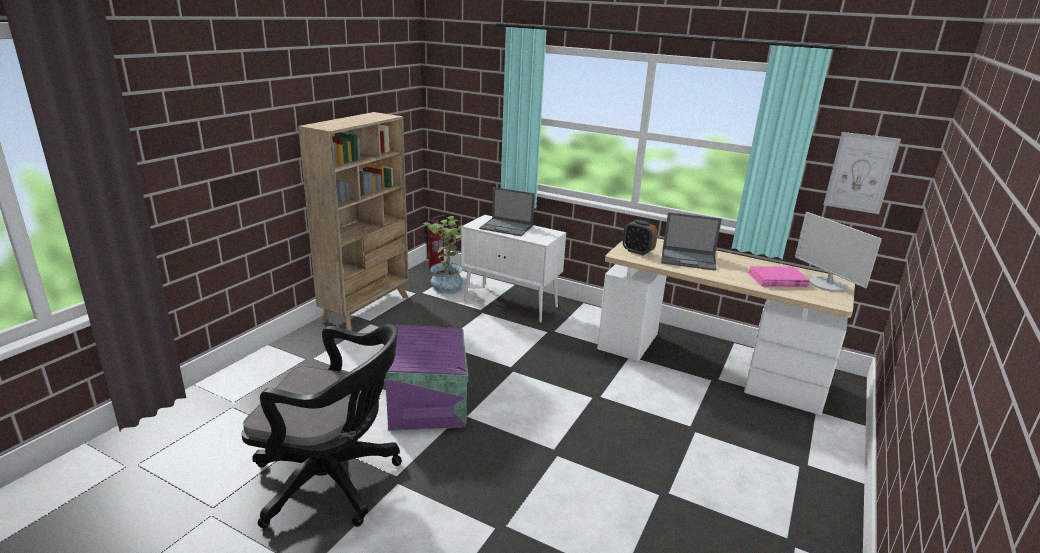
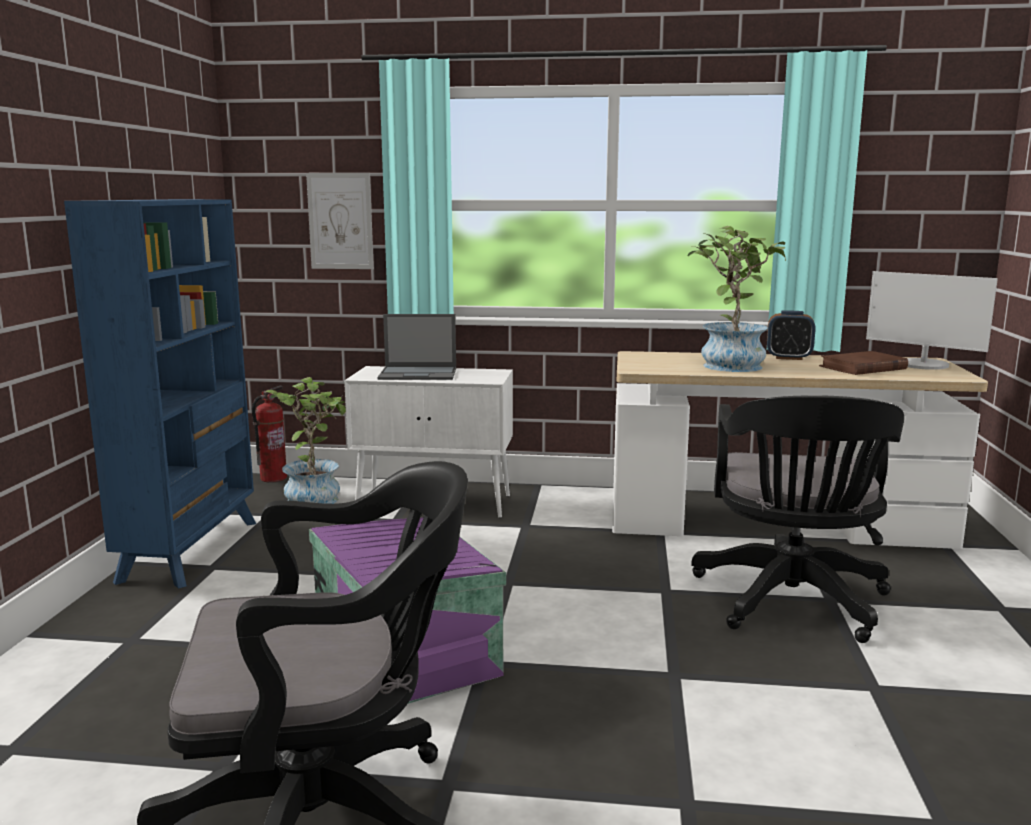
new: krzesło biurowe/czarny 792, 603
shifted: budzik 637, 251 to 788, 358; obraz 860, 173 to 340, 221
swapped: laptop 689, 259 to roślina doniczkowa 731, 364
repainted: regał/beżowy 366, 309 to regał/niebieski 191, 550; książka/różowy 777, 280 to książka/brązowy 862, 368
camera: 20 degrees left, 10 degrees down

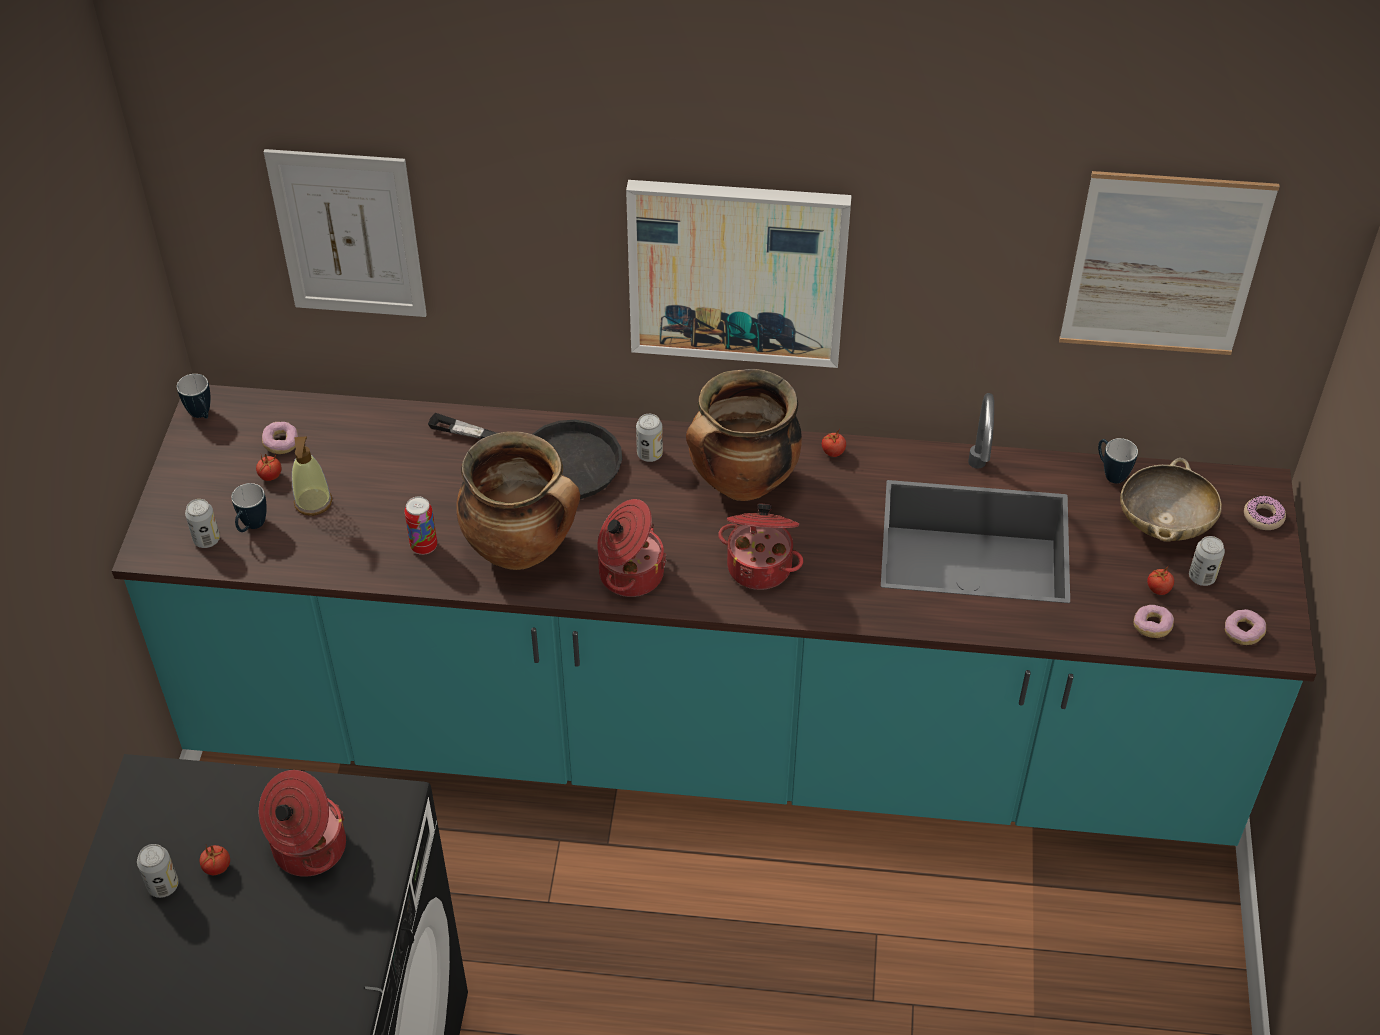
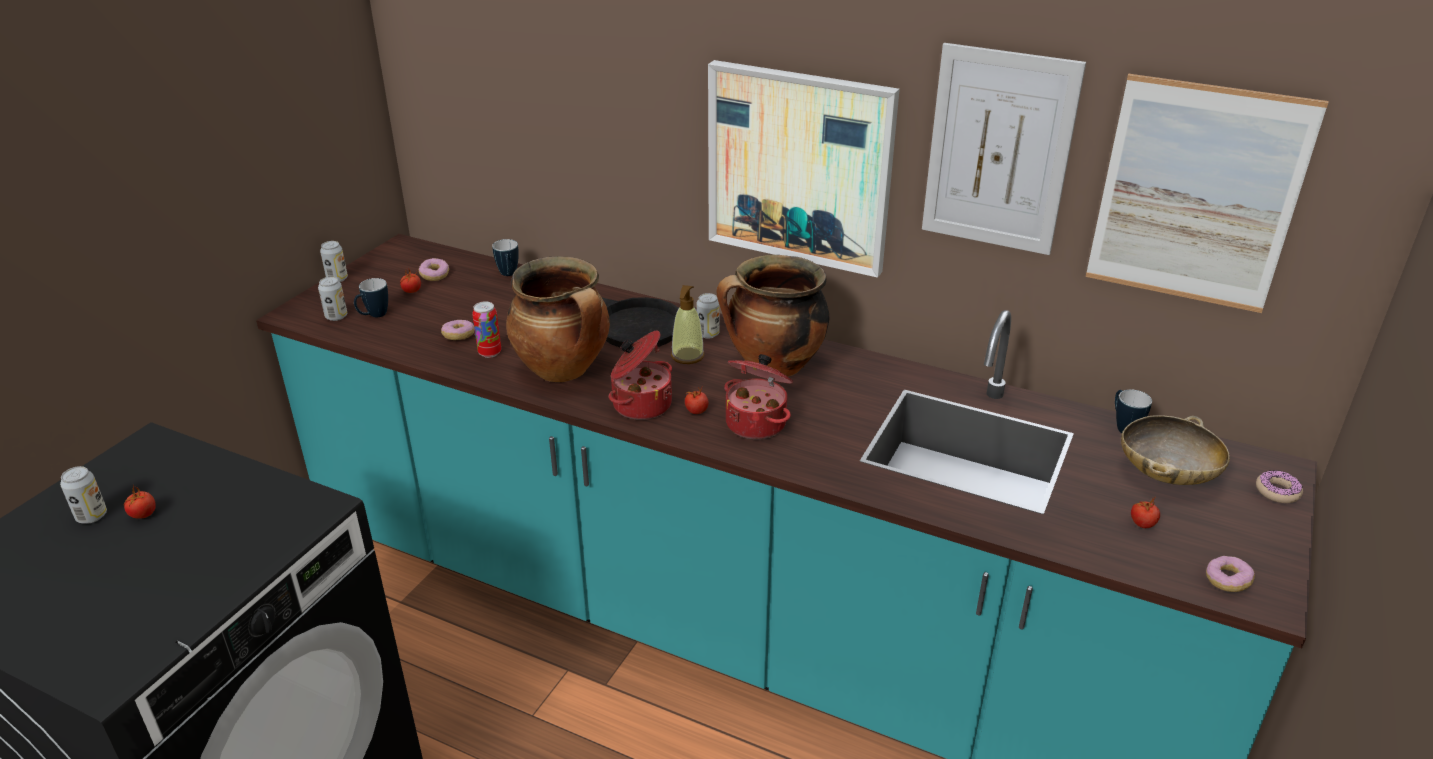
gone: garnek 307, 848
shifted: kubek 202, 415 to 508, 275; obraz 348, 234 to 998, 150; dozownik mydła 313, 502 to 687, 356; pomidor 833, 452 to 696, 411; donut 1152, 627 to 459, 336; puszka 1201, 577 to 337, 279
camera: 20 degrees right, 15 degrees down

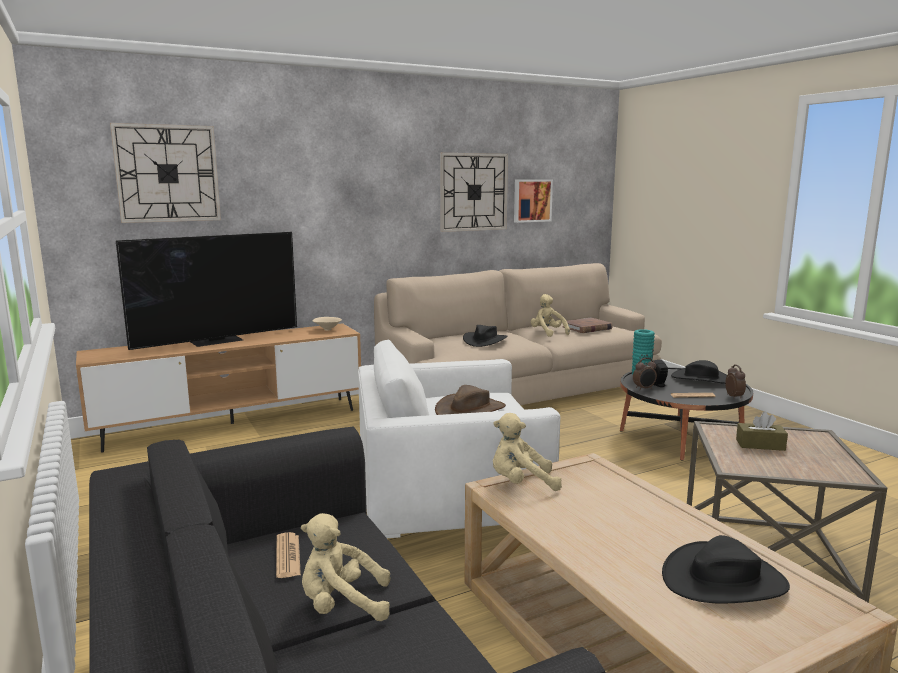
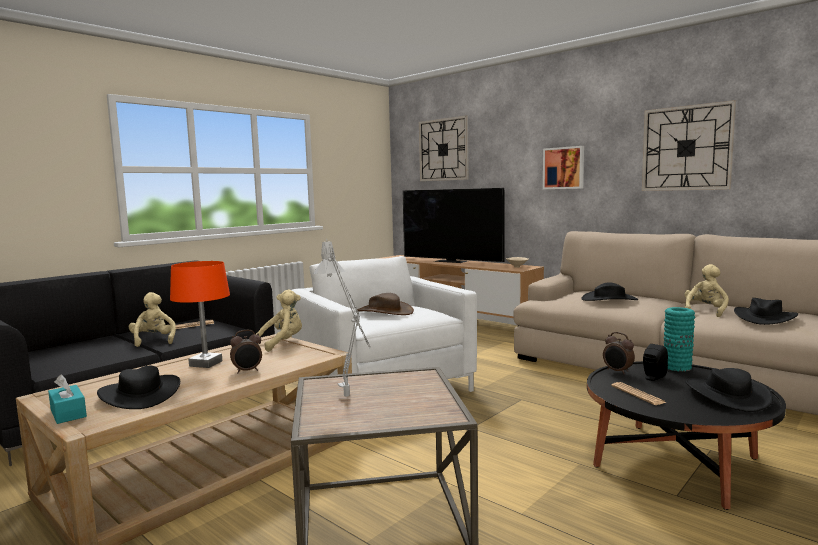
gone: pudełko chusteczek/brązowy 760, 445
new: pudełko chusteczek/turkusowy 68, 413; lampa stołowa/pomarańczowy 205, 363; lampa stołowa/szary 350, 401
shifted: obraz 532, 200 to 564, 168; budzik 734, 397 to 247, 371
swapped: książka/brązowy 587, 328 to kapelusz/czarny 764, 318
rotated: pluszak/beżowy 521, 483 = 282, 343 75 degrees clockwise
camera: 70 degrees right, 5 degrees down

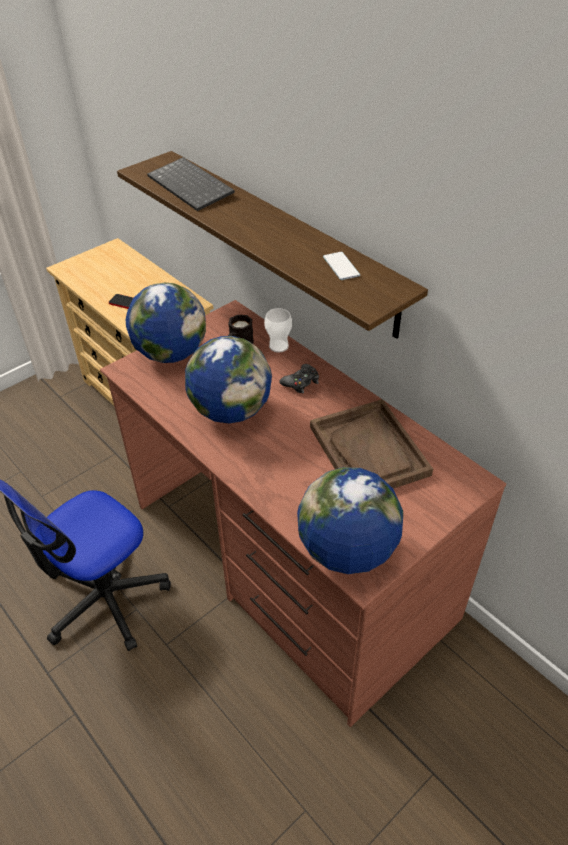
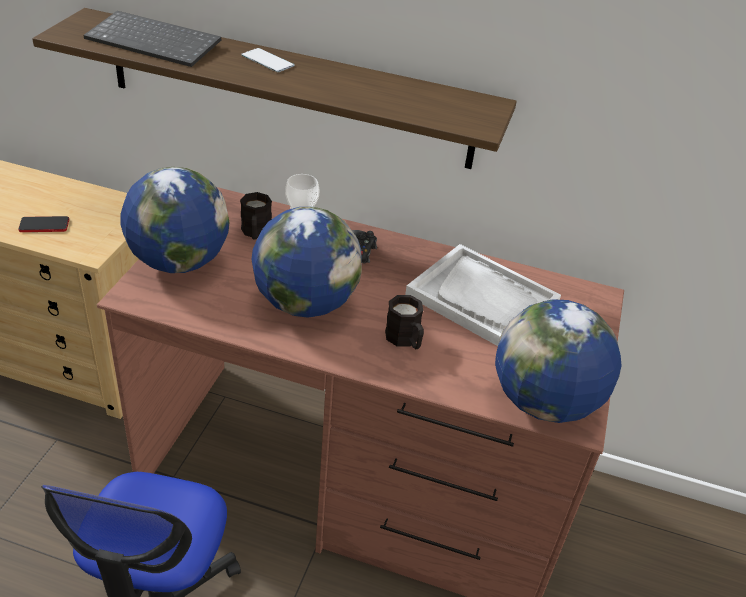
new: kubek/czarny 405, 340
shifted: telefon 341, 266 to 267, 61
repainted: taca/brązowy 369, 451 to taca/biały 482, 299
camera: 35 degrees left, 5 degrees down

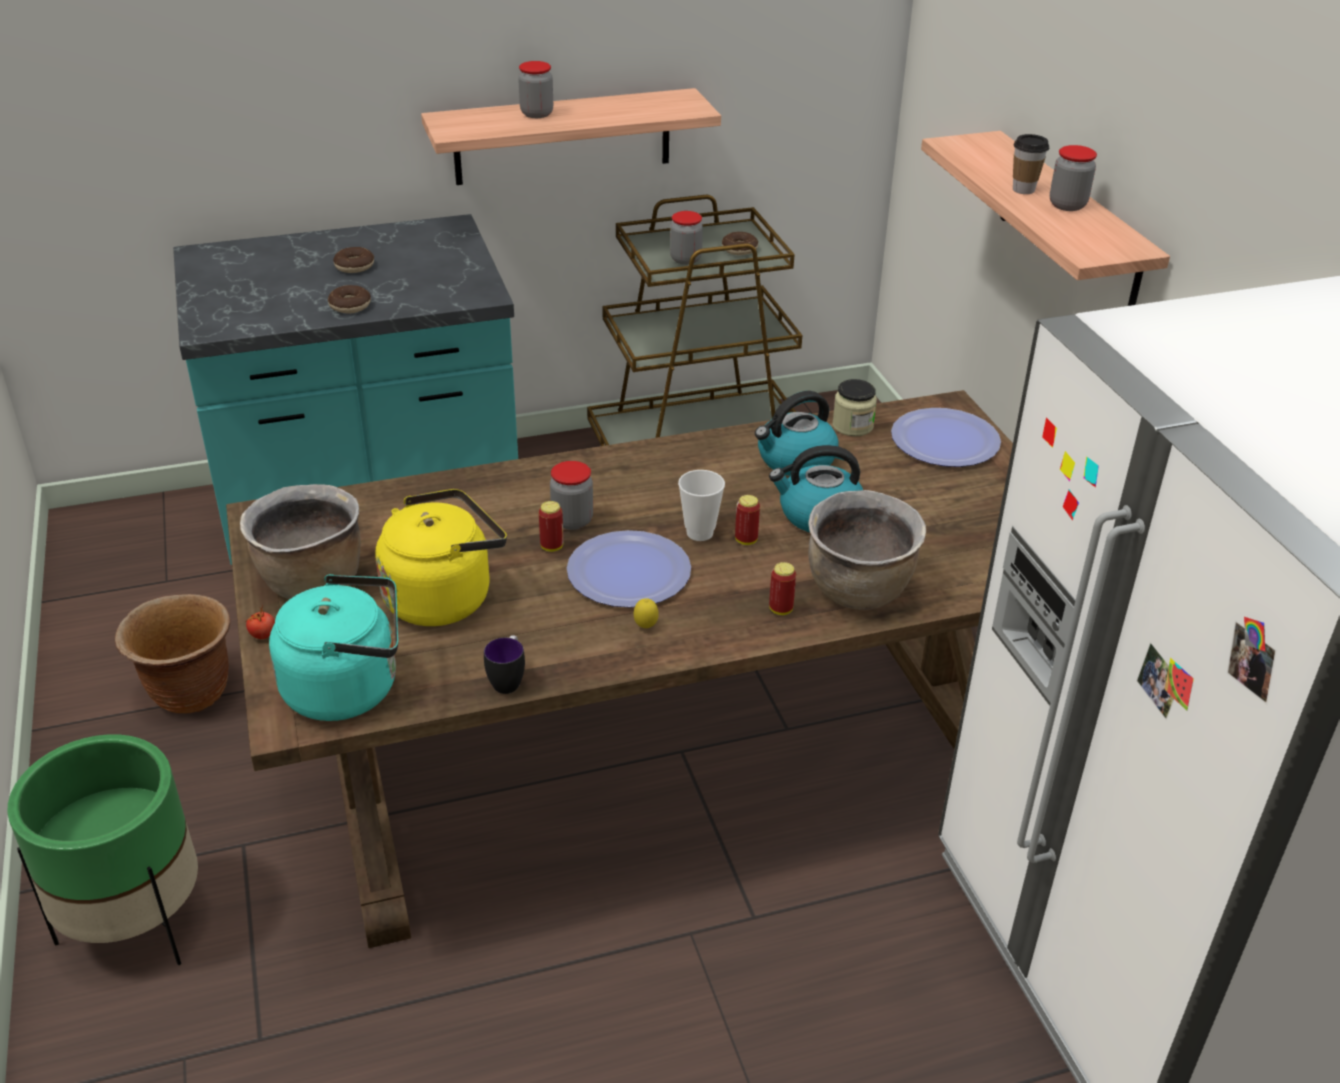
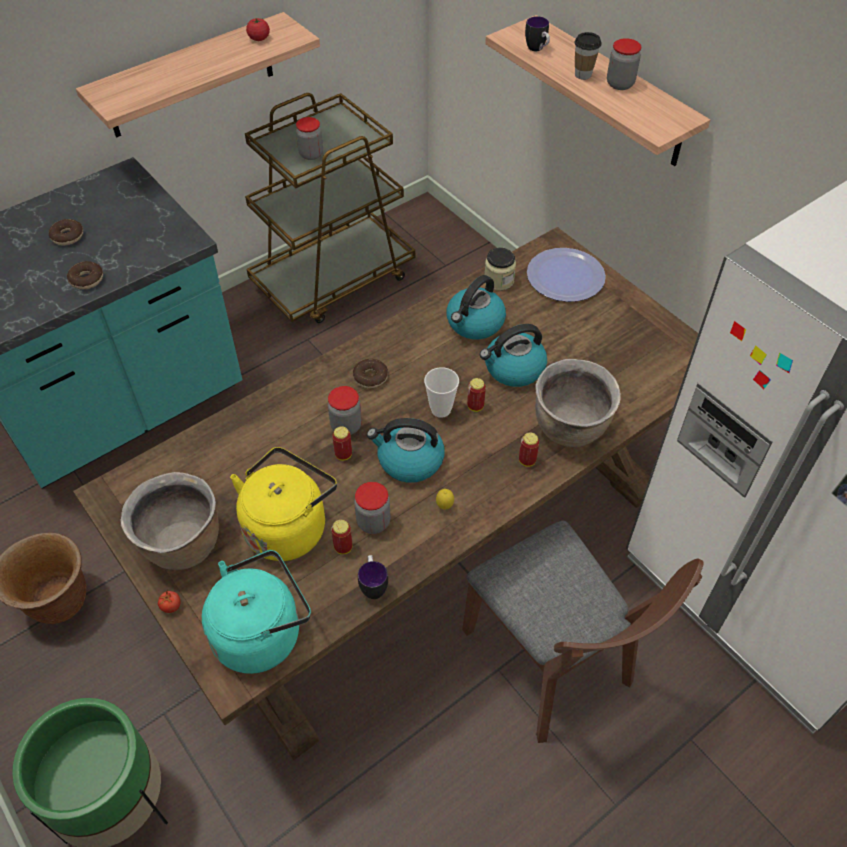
new: pomidor 259, 38; puszka 343, 547; krzesło/brązowy 553, 667; kubek 537, 50
shifted: słoik 537, 114 to 373, 522; donut 739, 249 to 370, 377
swapped: talerz 629, 572 to czajnik 409, 460
camera: 20 degrees left, 15 degrees up

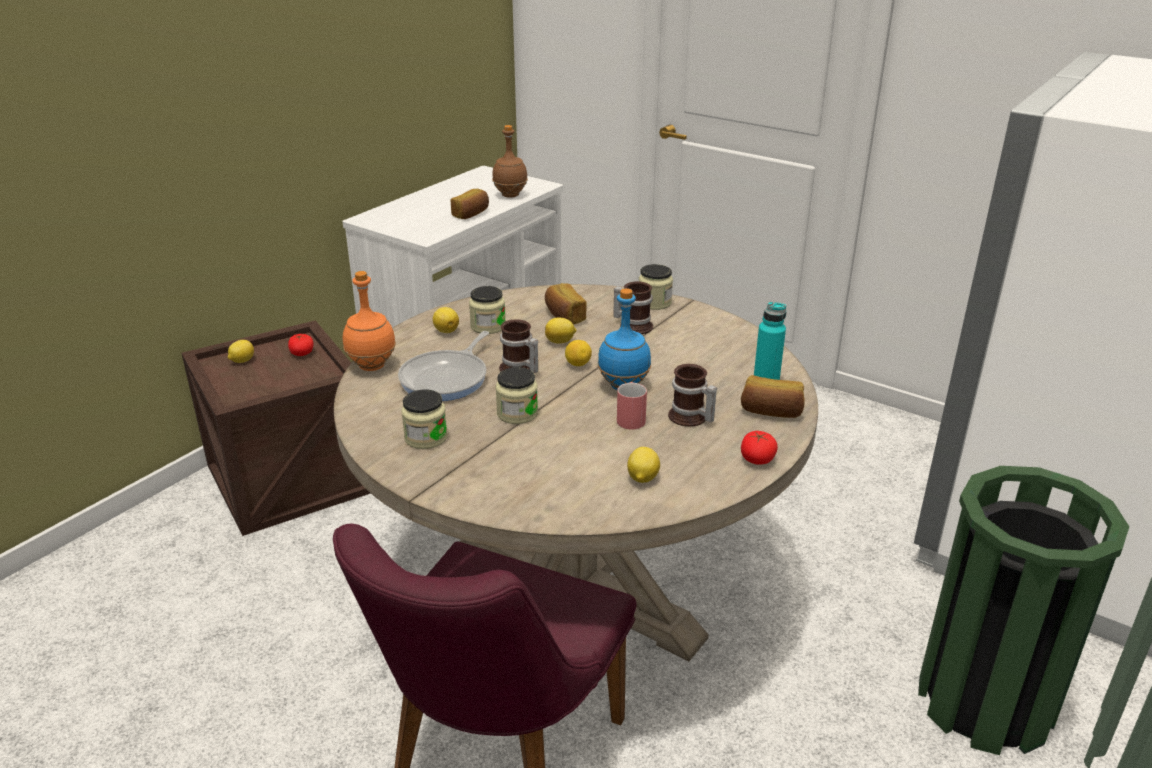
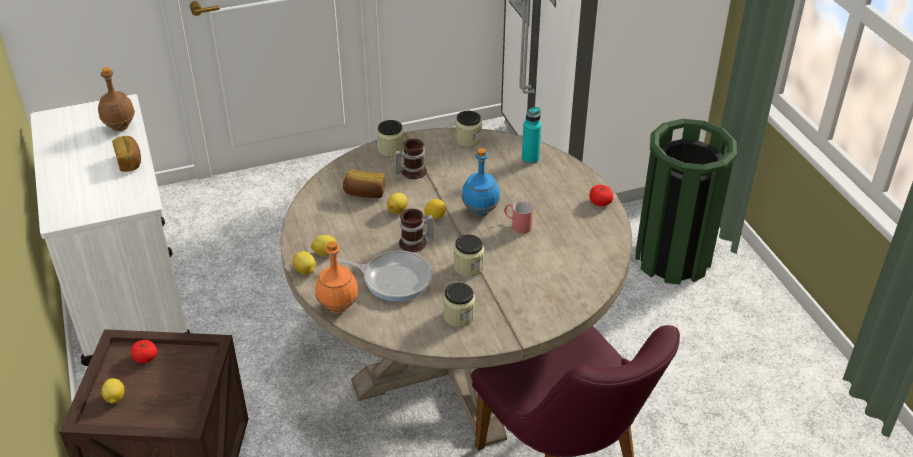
gone: kubek 689, 418; chleb 771, 411
shifted: słoik 488, 326 to 468, 139; cytryna 642, 478 to 305, 271
rotated: patelnia 447, 379 = 393, 279 45 degrees counterclockwise
camera: 55 degrees left, 10 degrees up

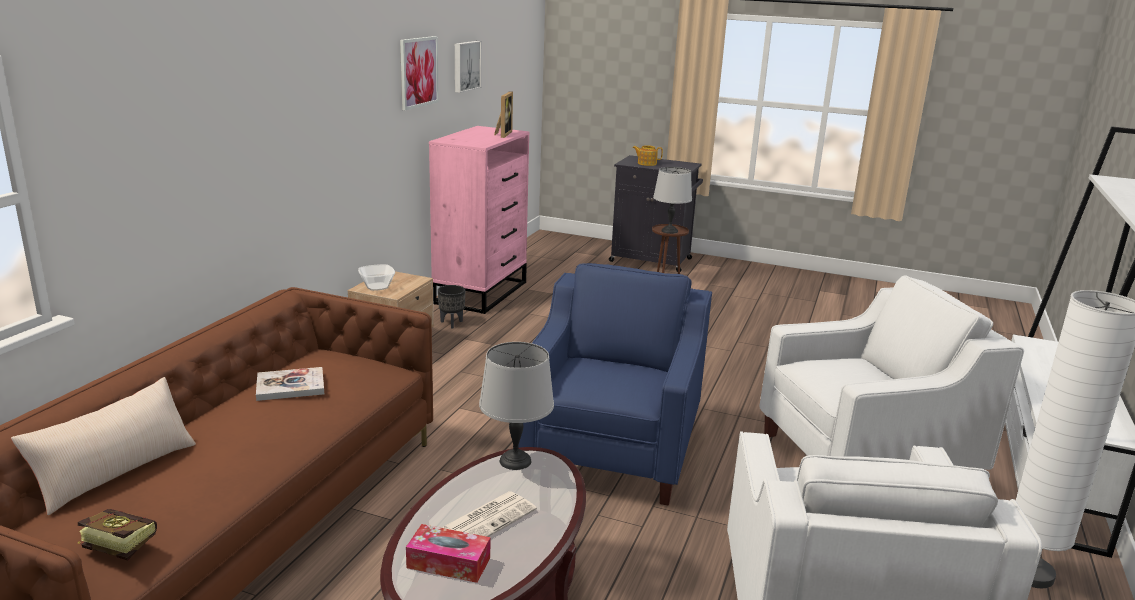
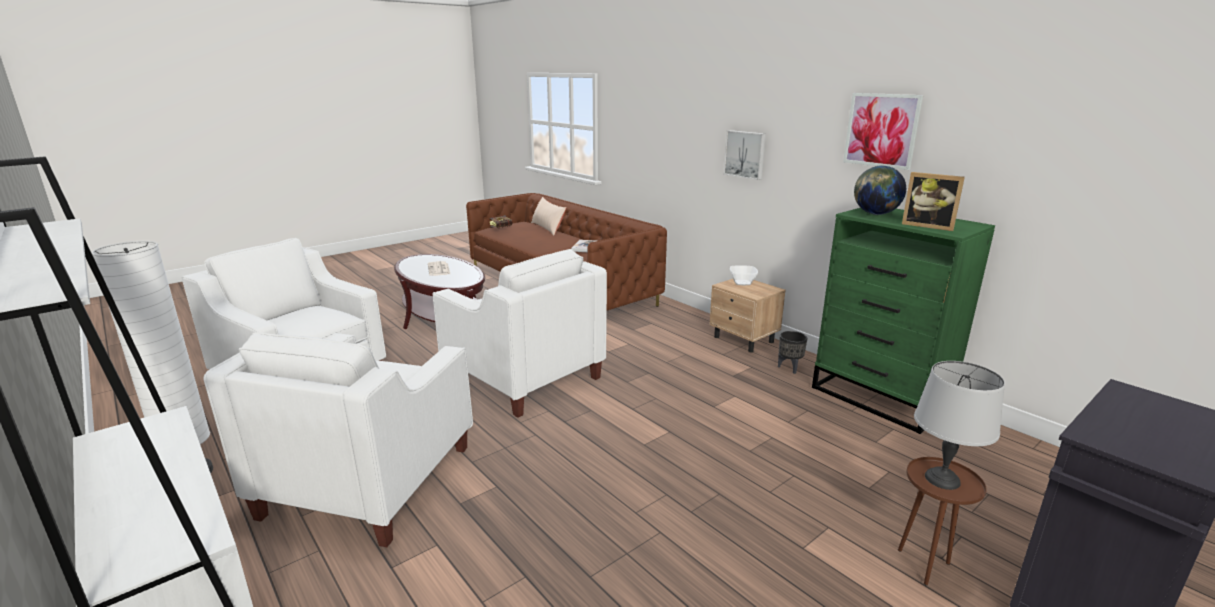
gone: pudełko chusteczek 448, 563; lampa stołowa/szary 514, 461; imbryk 646, 163
new: globus 875, 214
shifted: obraz 465, 66 to 745, 154
repainted: komoda/różowy 481, 292 to komoda/zielony 880, 399; fotel/niebieski 612, 450 to fotel/biały 523, 376
camera: 120 degrees right, 0 degrees up

